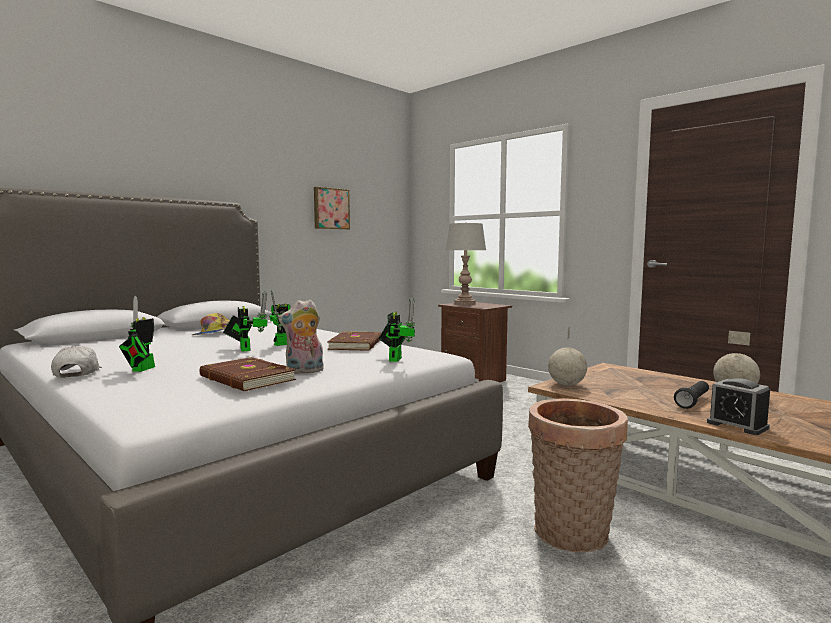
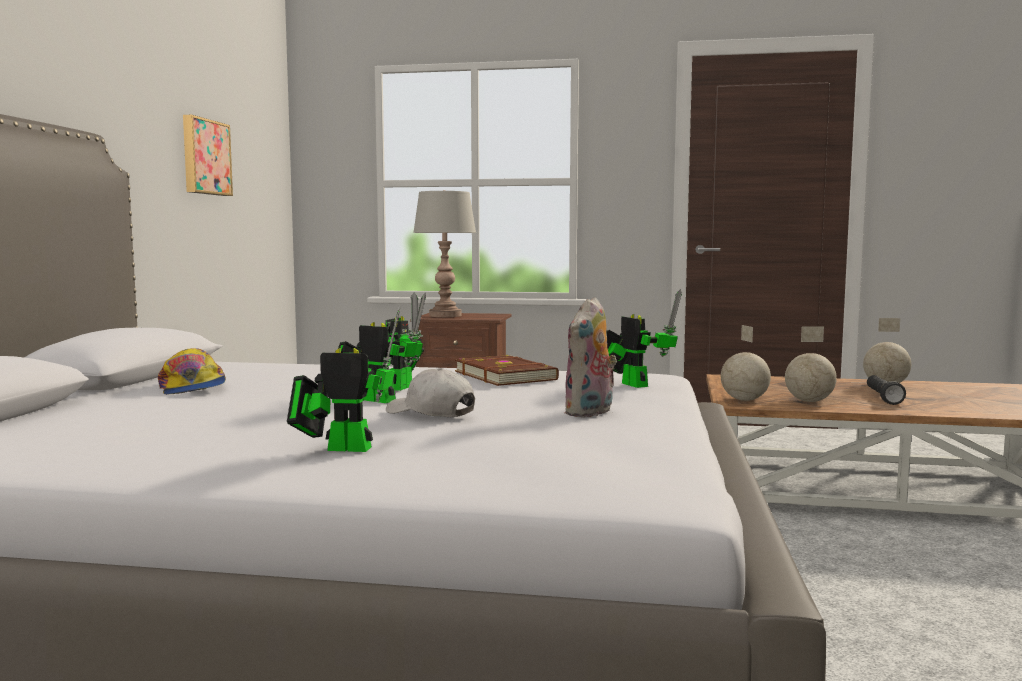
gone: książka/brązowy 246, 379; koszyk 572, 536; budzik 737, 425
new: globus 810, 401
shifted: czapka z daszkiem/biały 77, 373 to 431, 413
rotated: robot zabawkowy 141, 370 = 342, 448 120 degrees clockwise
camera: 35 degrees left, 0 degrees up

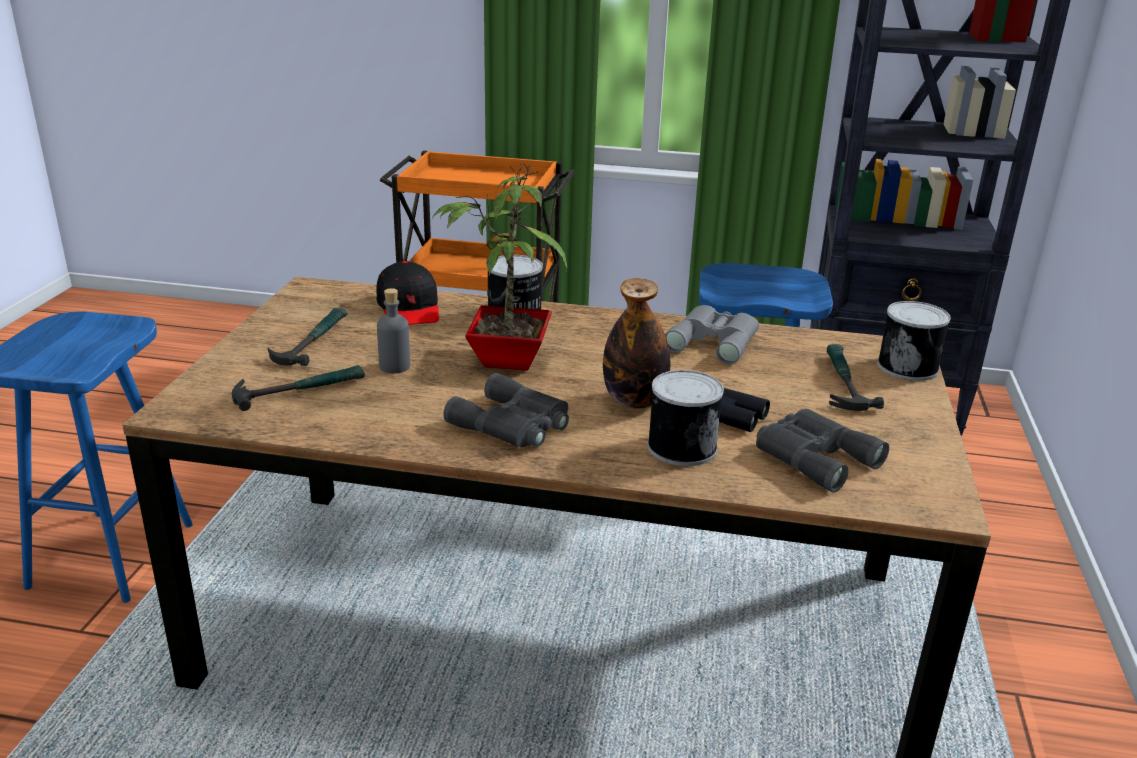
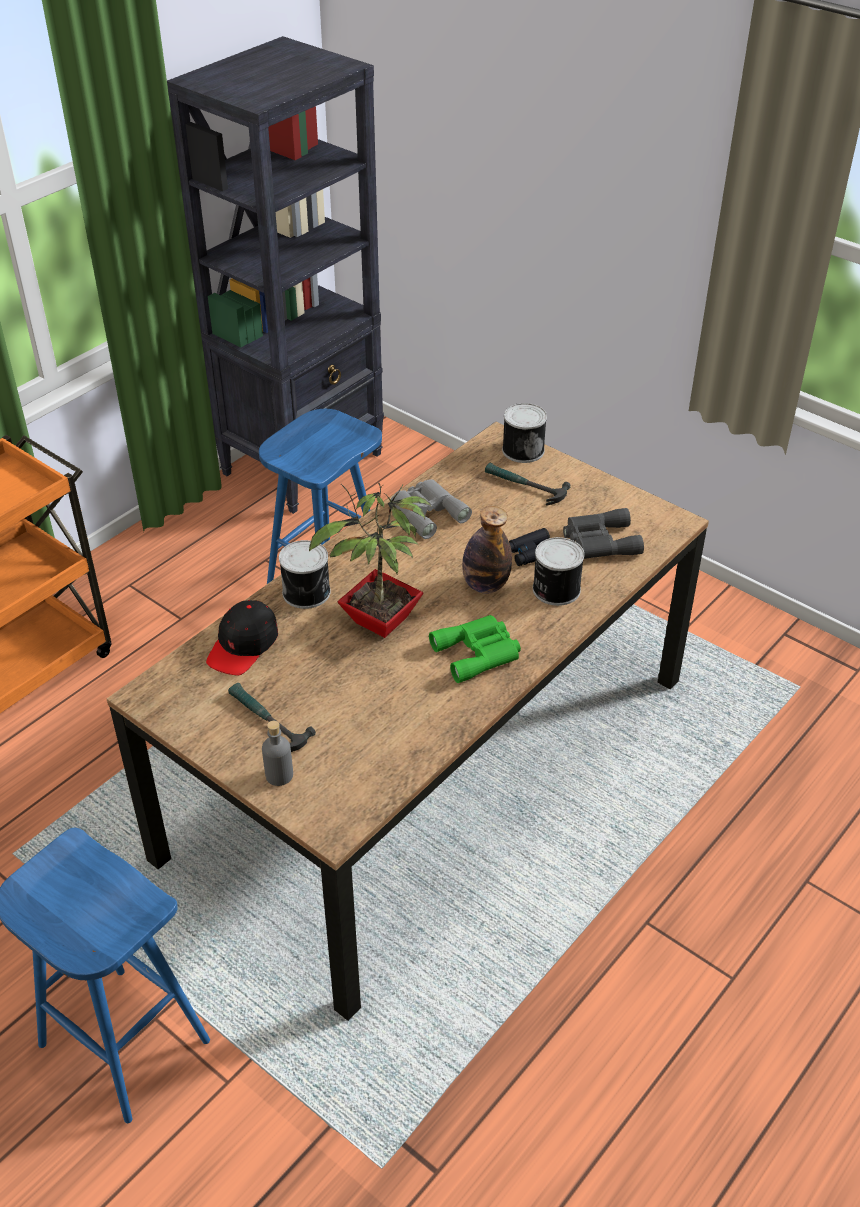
gone: młotek 299, 391
shifted: butelka/szary 394, 366 to 279, 775
repainted: lornetka/szary 513, 425 to lornetka/zielony 479, 653
rotated: czapka z daszkiem/czarny 409, 308 = 243, 646 105 degrees clockwise
camera: 60 degrees left, 15 degrees up

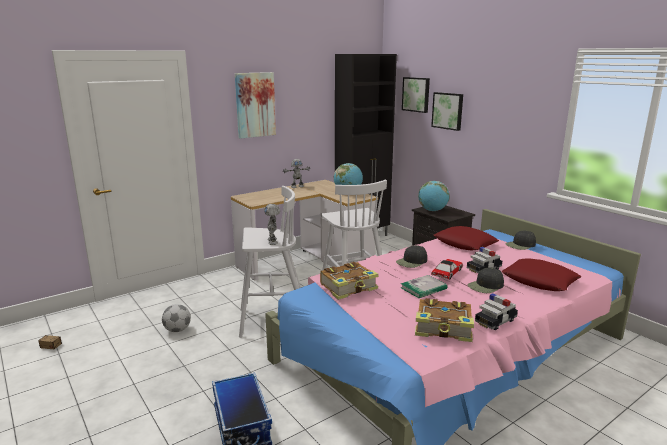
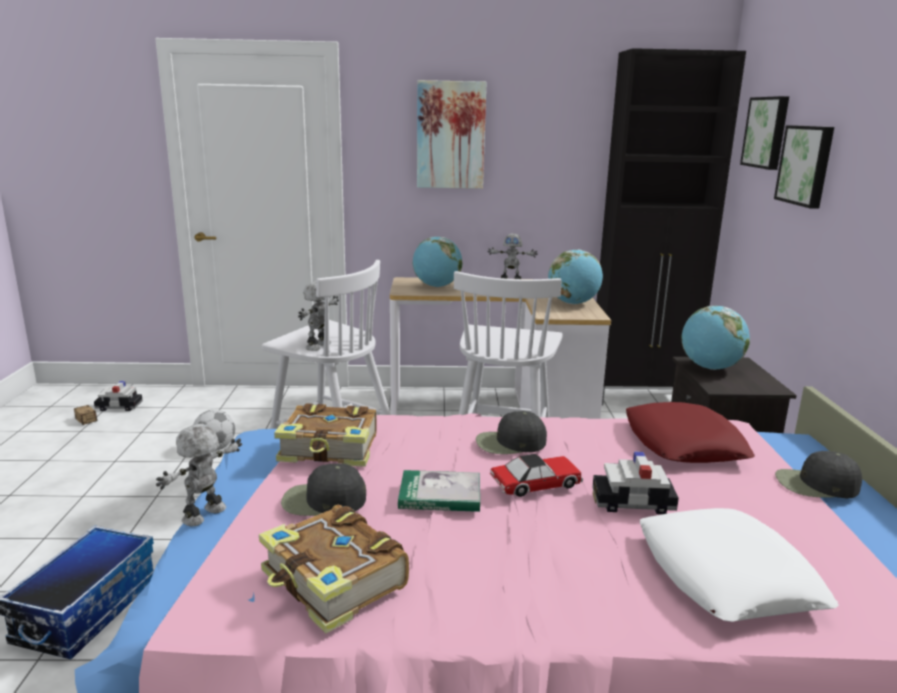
new: robot zabawkowy 205, 515; globus 437, 286
shifted: czapka z daszkiem/czarny 486, 286 to 323, 501; samochodzik 495, 321 to 119, 406
repainted: poduszka/czerwony 540, 281 to poduszka/biały 727, 575
camera: 35 degrees right, 0 degrees up

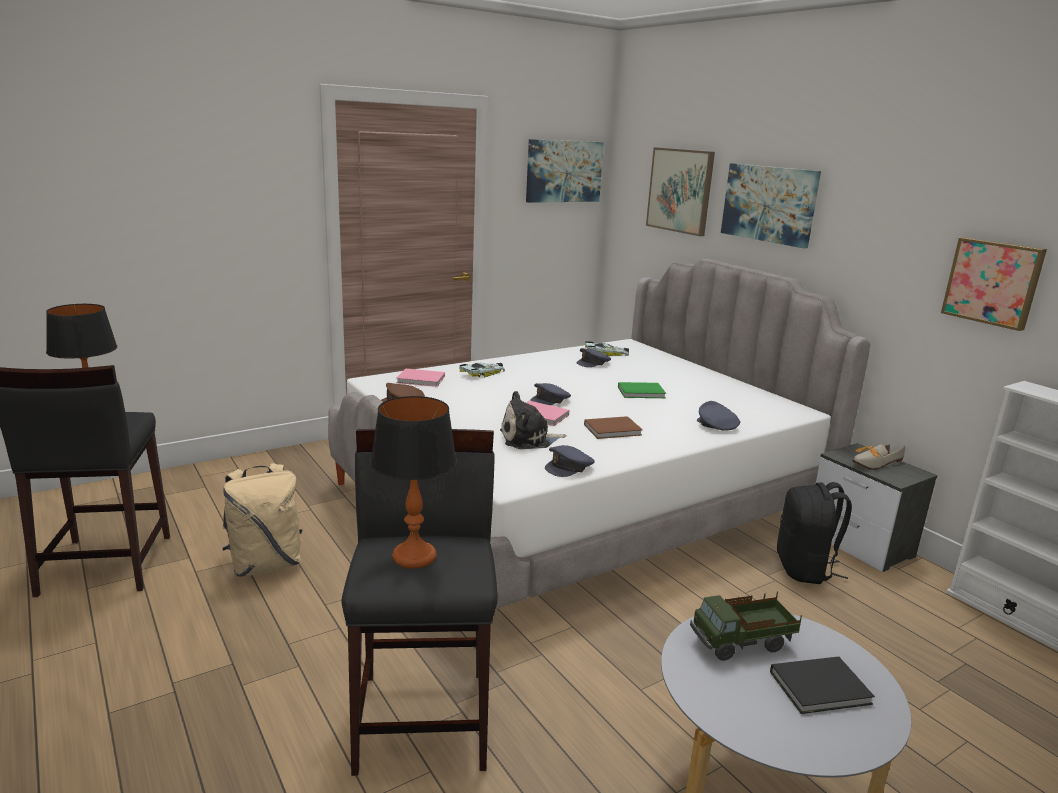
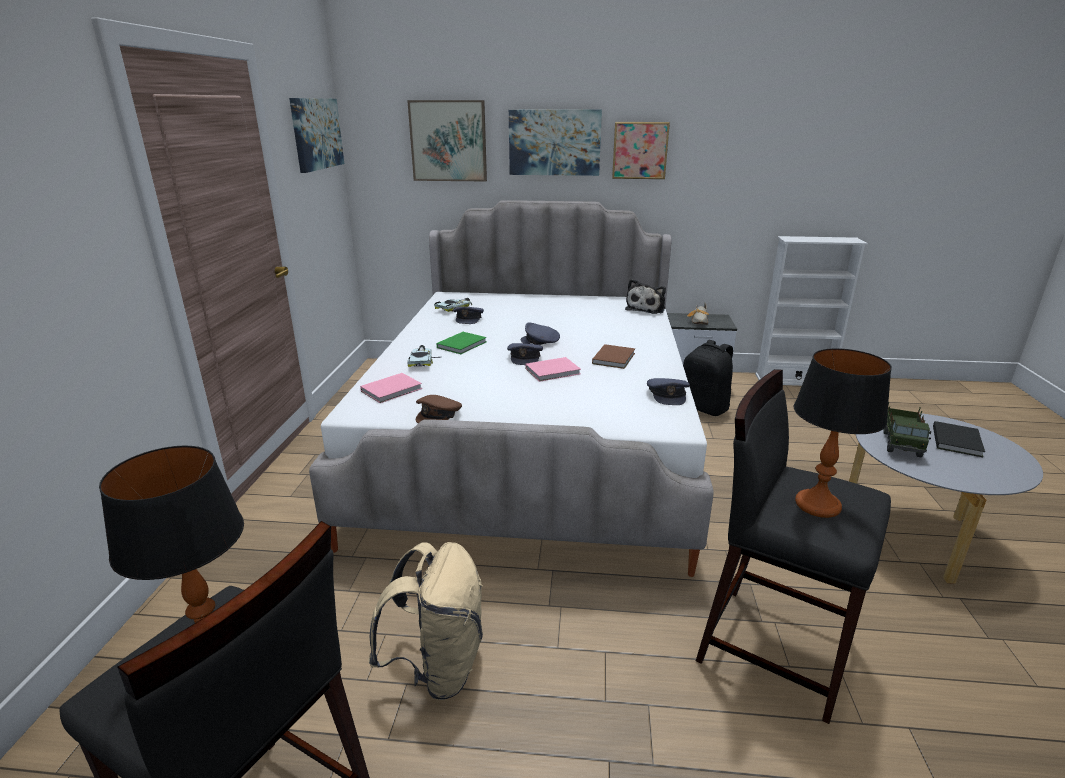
shifted: pluszak 529, 439 to 646, 309; książka/zielony 642, 393 to 463, 344; czapka z daszkiem/szary 716, 426 to 540, 341; obraz 993, 282 to 640, 150
camera: 50 degrees left, 5 degrees up

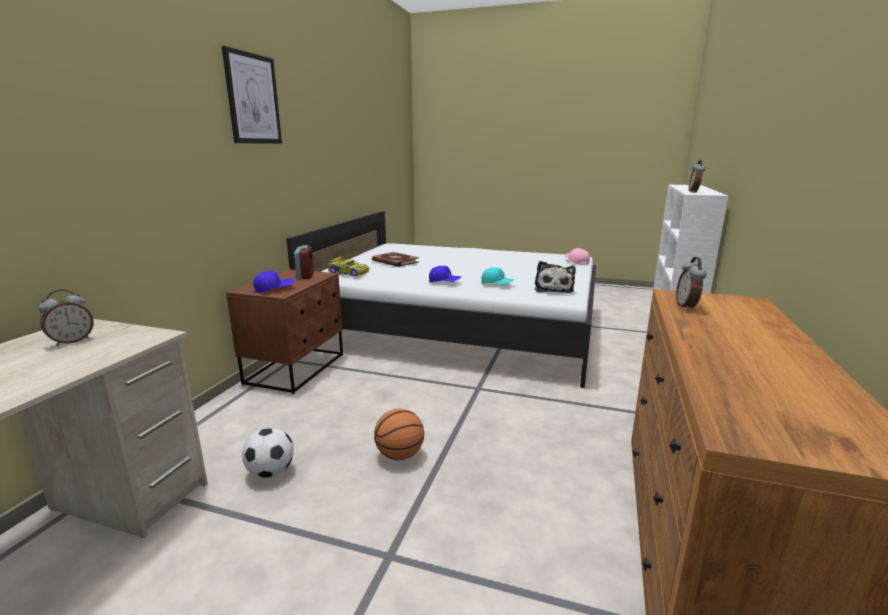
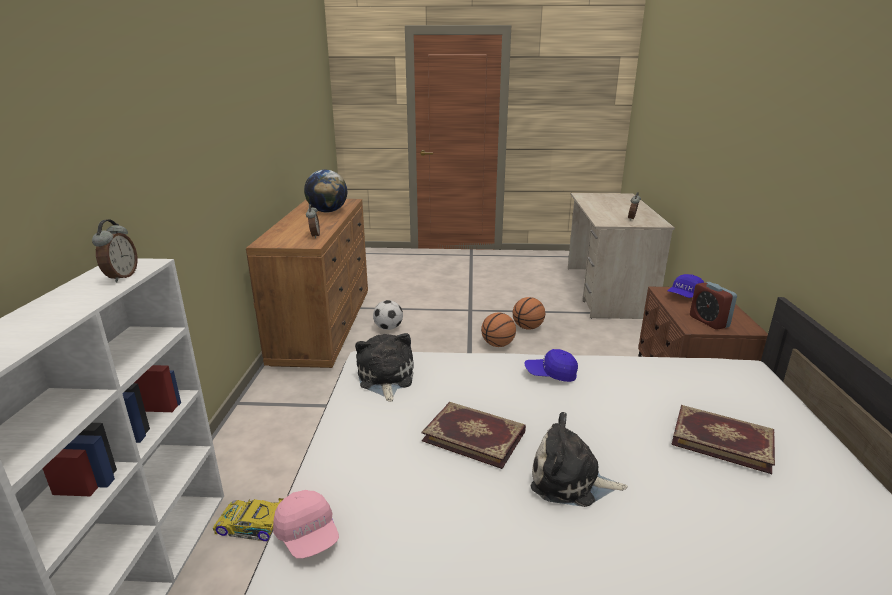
gone: obraz 253, 99; czapka z daszkiem/turkusowy 497, 284
new: globus 327, 211; książka 474, 435; piłka do koszykówki 527, 327; pluszak 570, 481
shifted: piłka futbolowa 271, 472 to 388, 328; samochodzik 348, 272 to 253, 525
camera: 165 degrees right, 5 degrees up

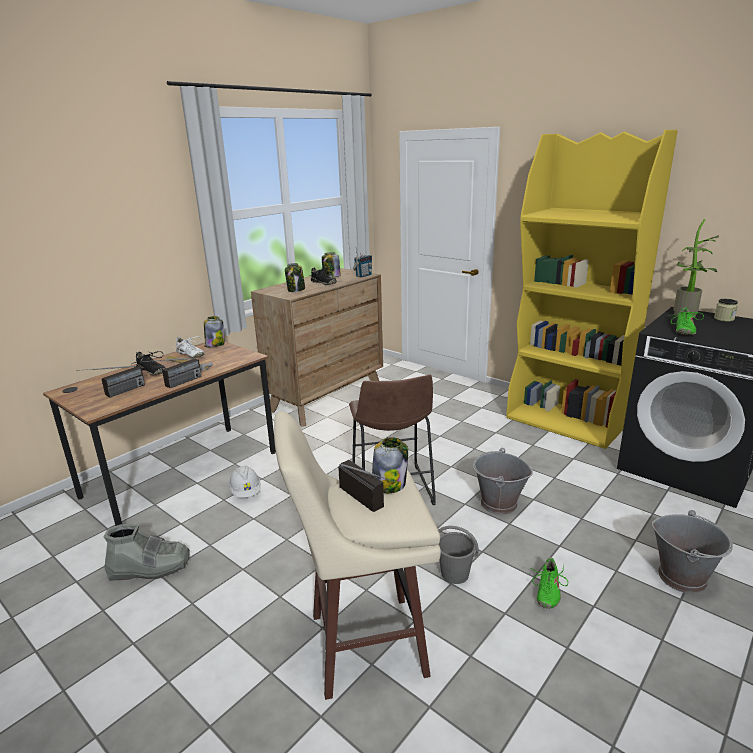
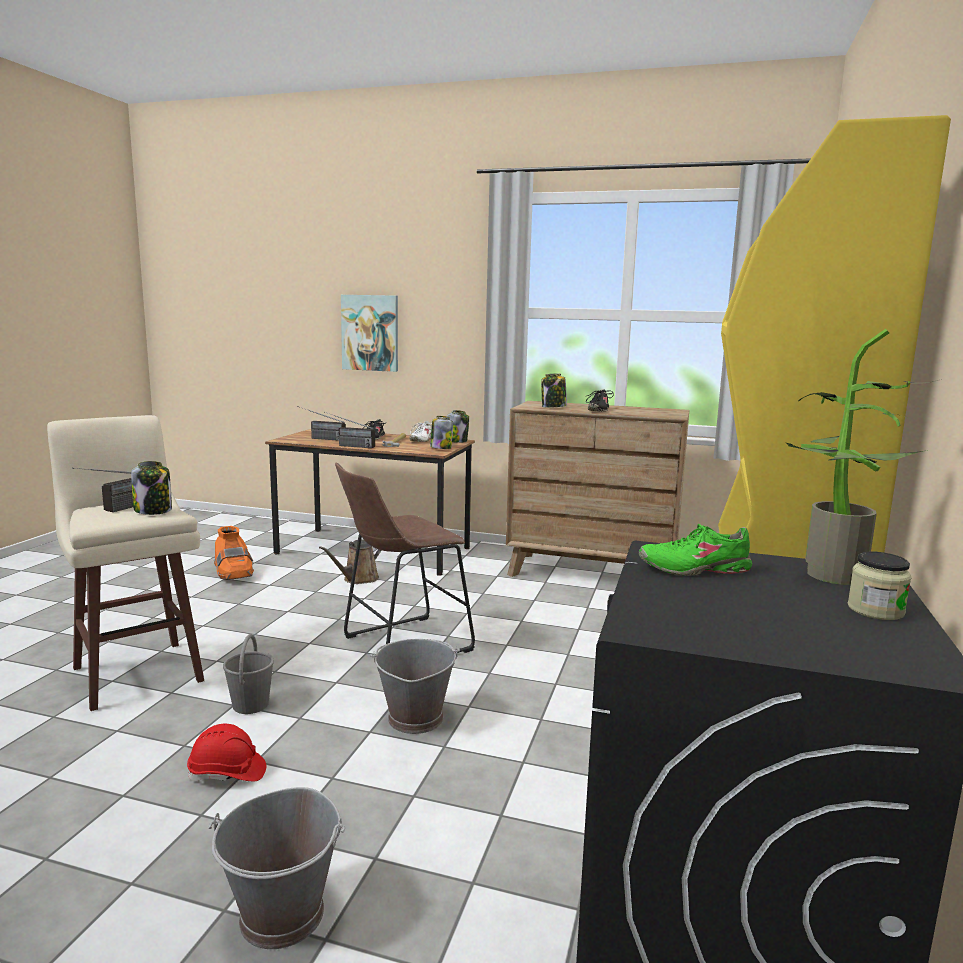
gone: radio 363, 275
new: obraz 370, 333
shifted: słoik 331, 276 to 441, 448
swapped: kask/biały 246, 492 to konewka/brązowy 358, 579; but/zielony 547, 591 to kask/czerwony 227, 773
repainted: but z cholewką/szary 150, 567 to but z cholewką/pomarańczowy 234, 573
camera: 65 degrees right, 10 degrees down

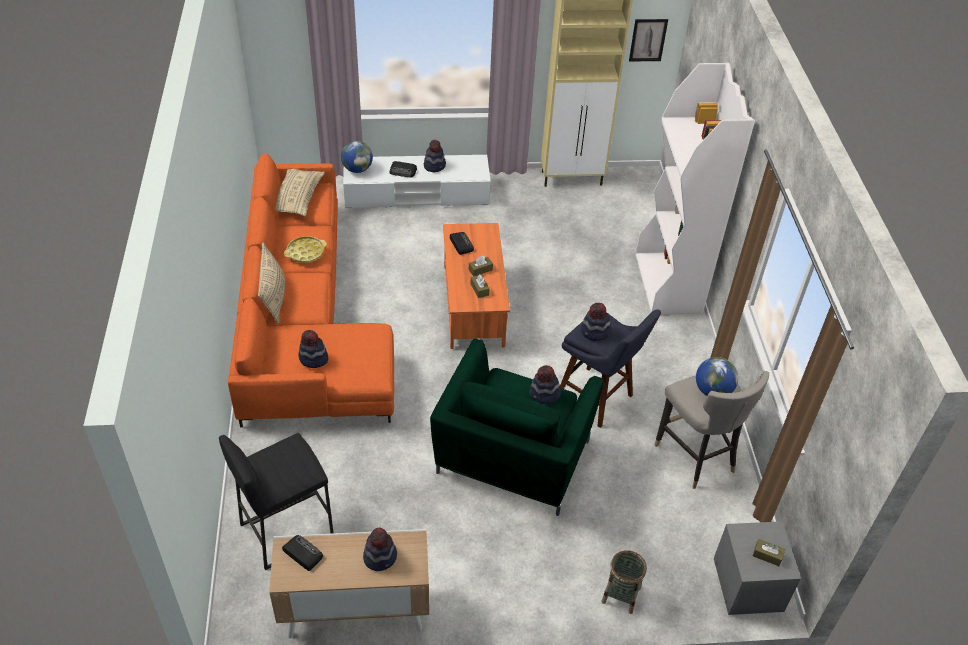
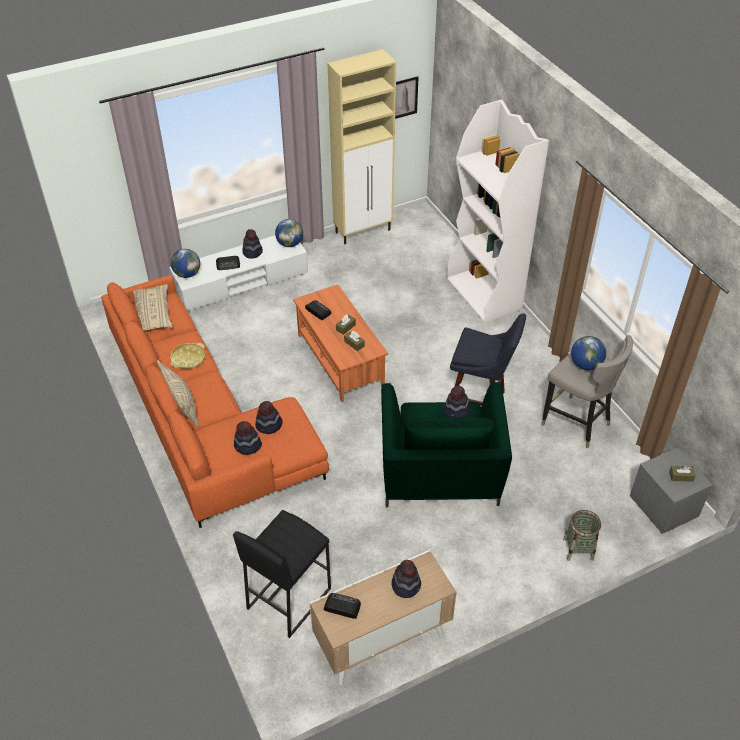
new: globus 290, 244
shifted: kapelusz 595, 332 to 269, 425
camera: 20 degrees left, 0 degrees up

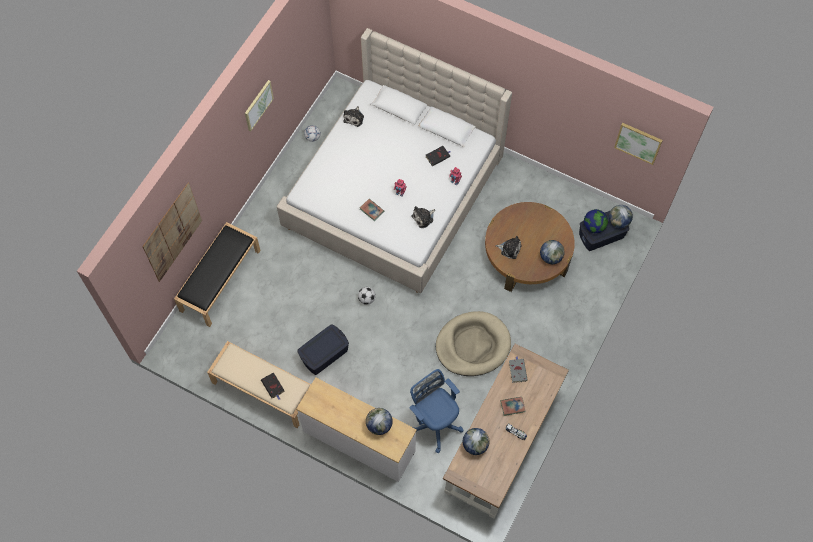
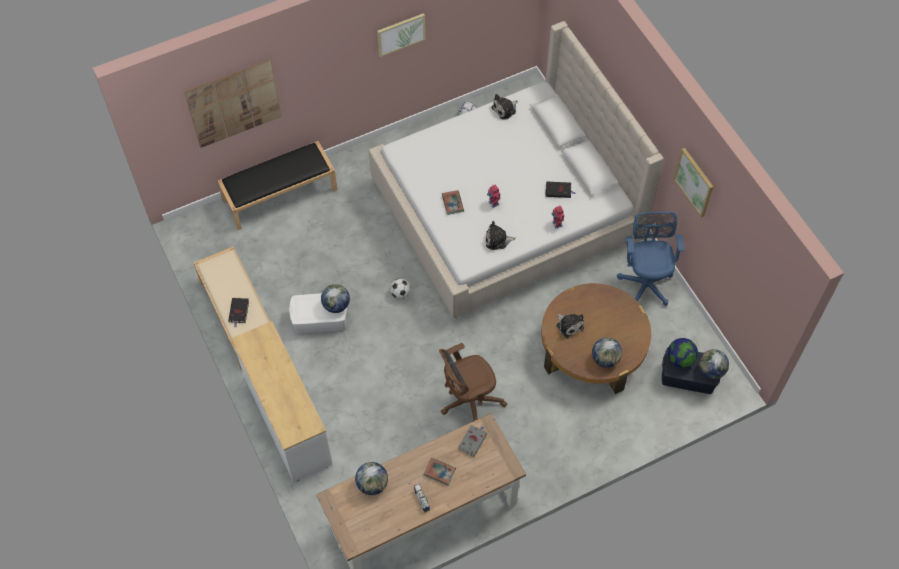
shifted: globus 379, 425 to 336, 305; krzesło biurowe/niebieski 435, 422 to 645, 283; obraz 638, 142 to 694, 182
swapped: legowisko/beżowy 473, 345 to krzesło biurowe/brązowy 468, 401
repainted: pojemnik do przechowywania/niebieski 324, 354 to pojemnik do przechowywania/biały 320, 319
camera: 35 degrees right, 5 degrees down

